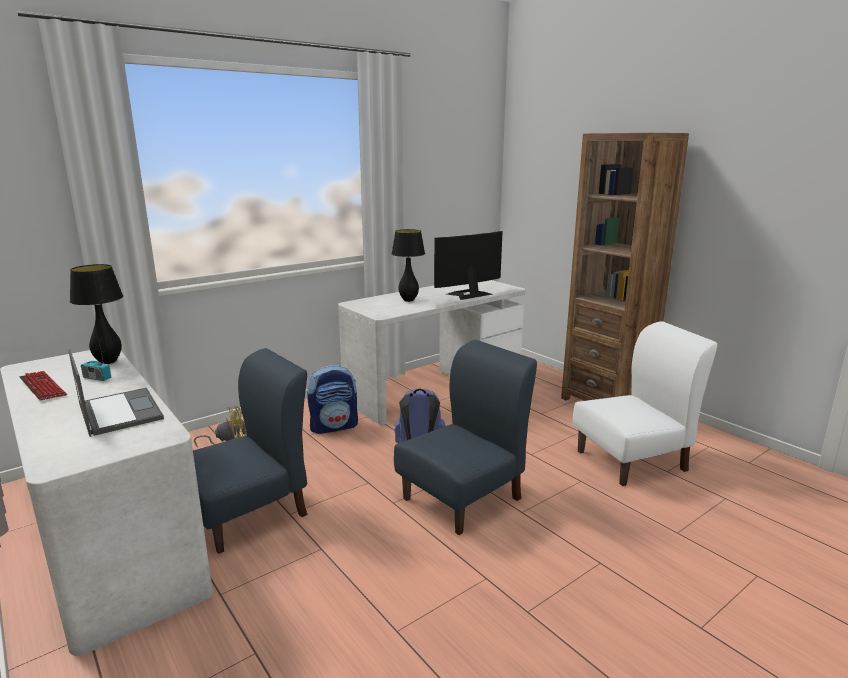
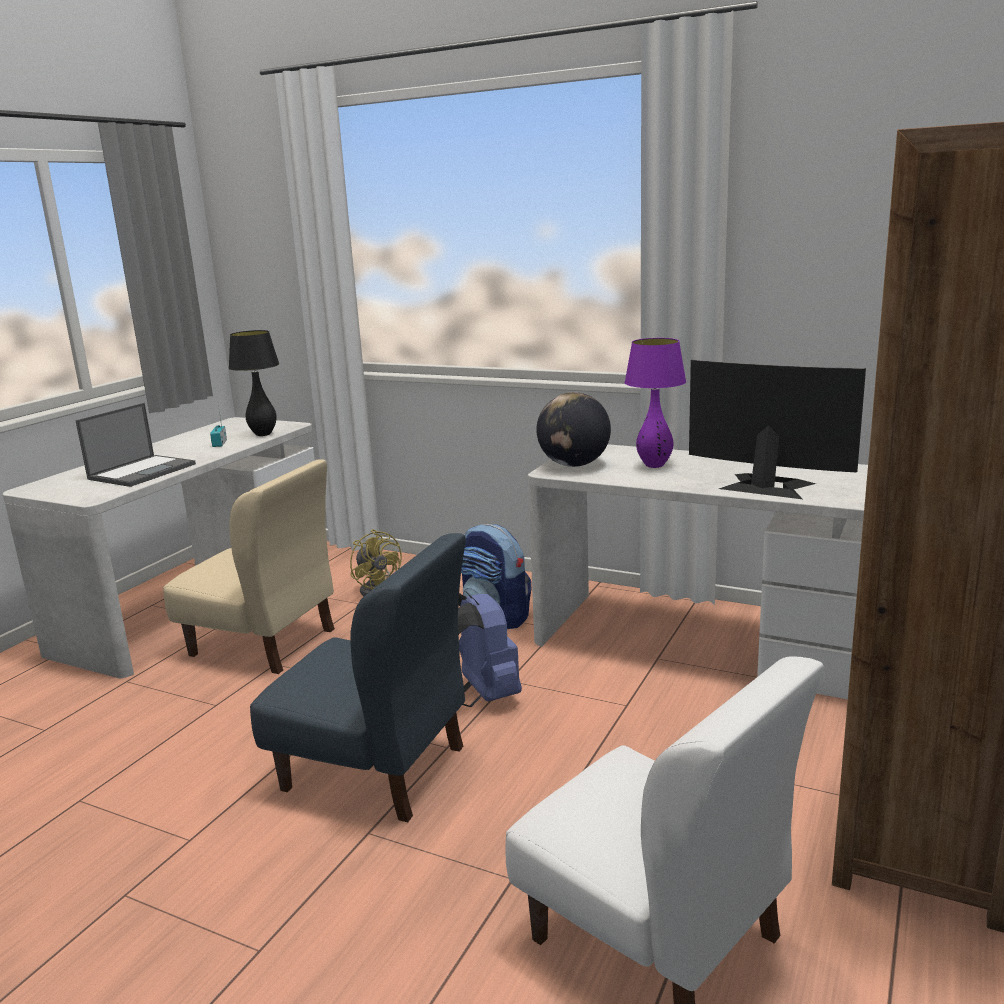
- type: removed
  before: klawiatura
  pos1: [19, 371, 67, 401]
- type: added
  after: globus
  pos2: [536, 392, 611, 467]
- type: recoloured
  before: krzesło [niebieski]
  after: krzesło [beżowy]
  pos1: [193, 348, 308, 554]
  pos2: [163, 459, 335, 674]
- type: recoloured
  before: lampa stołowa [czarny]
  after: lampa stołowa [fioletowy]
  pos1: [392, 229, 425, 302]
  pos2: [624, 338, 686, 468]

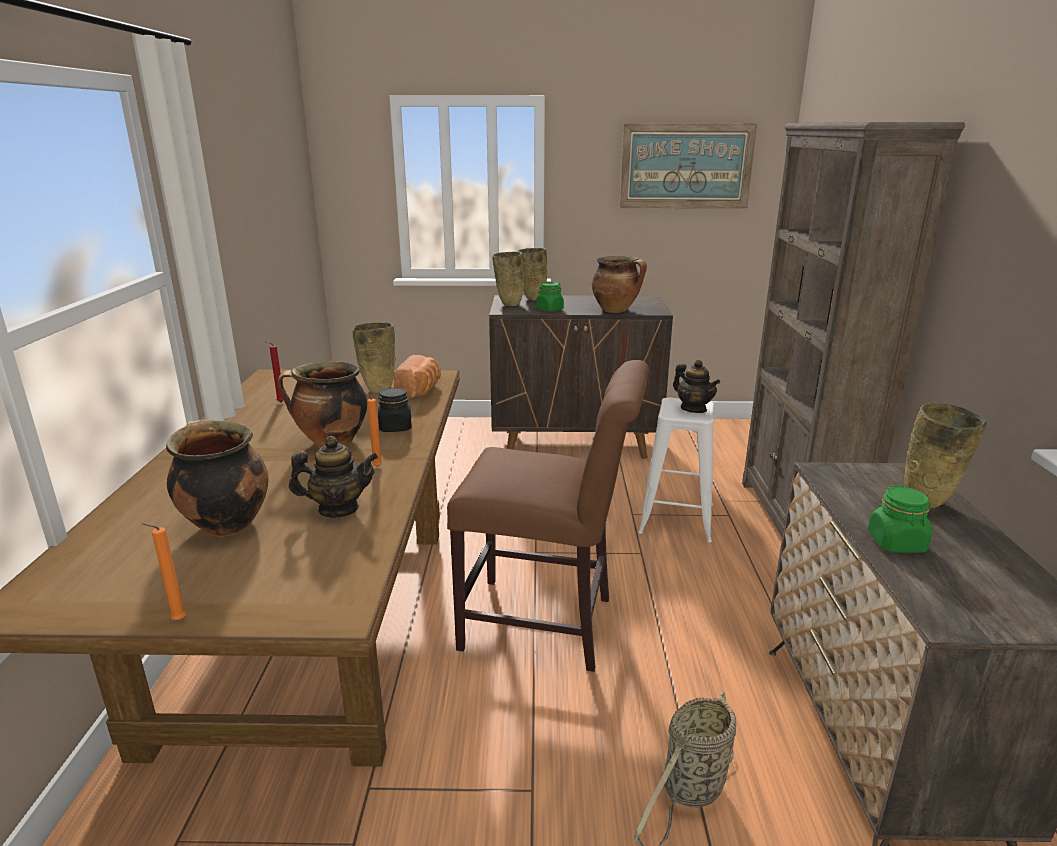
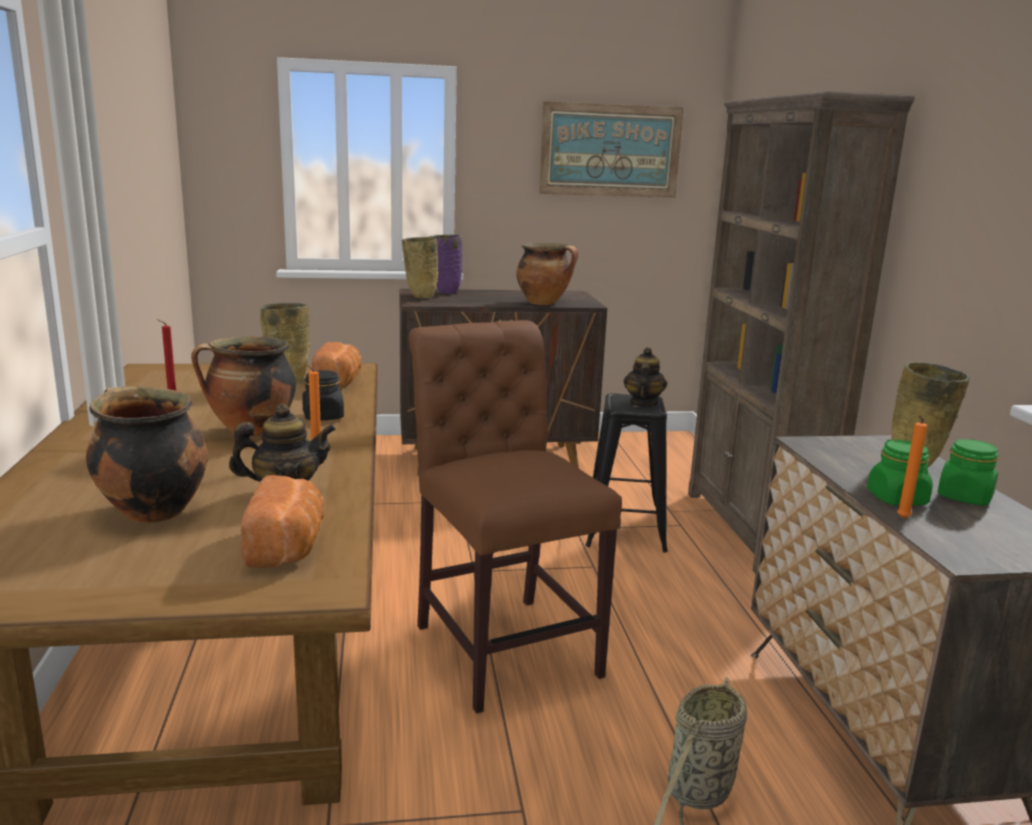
- type: added
  after: chleb
  pos2: [241, 475, 324, 568]
- type: moved
  before: świeca [pomarańczowy]
  pos1: [142, 523, 186, 620]
  pos2: [897, 416, 928, 518]
- type: moved
  before: słoik [zielony]
  pos1: [536, 282, 564, 312]
  pos2: [937, 439, 999, 506]
- type: recoloured
  before: wazon [beżowy]
  after: wazon [fioletowy]
  pos1: [517, 248, 547, 300]
  pos2: [429, 235, 462, 294]
- type: recoloured
  before: stołek [biały]
  after: stołek [czarny]
  pos1: [638, 397, 714, 543]
  pos2: [585, 393, 668, 553]
- type: turned
  before: krzesło [brązowy]
  pos1: [447, 360, 649, 672]
  pos2: [409, 320, 622, 713]
  turn: -120
- type: turned
  before: imbryk
  pos1: [673, 360, 720, 413]
  pos2: [624, 347, 667, 406]
  turn: -120

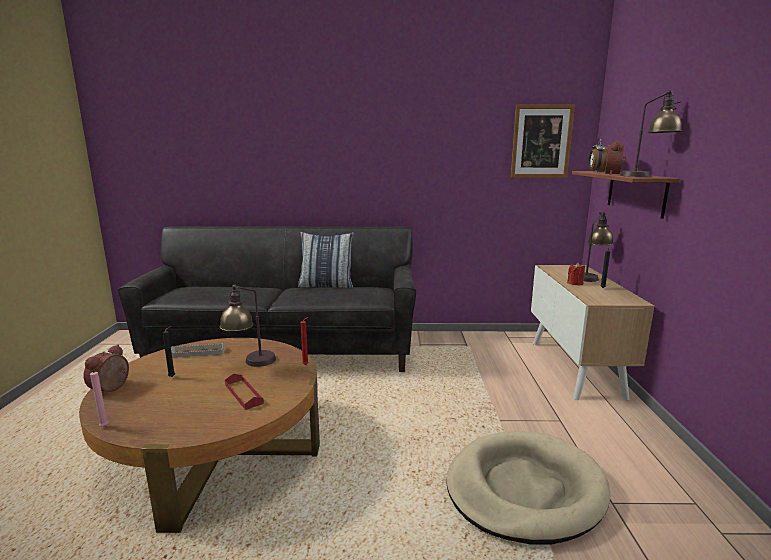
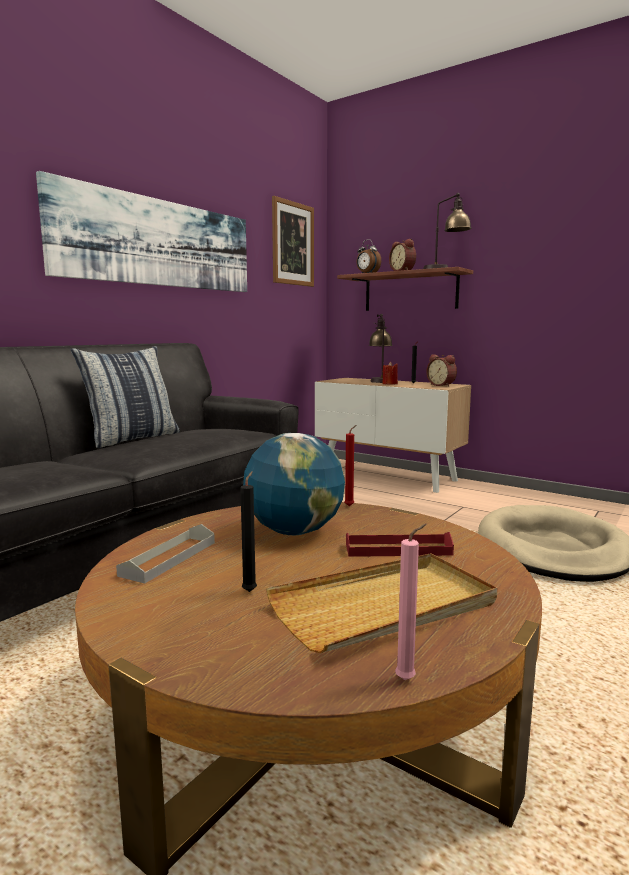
- type: added
  after: obraz
  pos2: [36, 171, 247, 292]
- type: added
  after: taca [beżowy]
  pos2: [266, 553, 497, 653]
- type: moved
  before: budzik
  pos1: [84, 345, 129, 392]
  pos2: [426, 354, 457, 387]
- type: replaced
  before: lampa stołowa
  after: globus
  pos1: [219, 285, 276, 367]
  pos2: [243, 433, 345, 535]

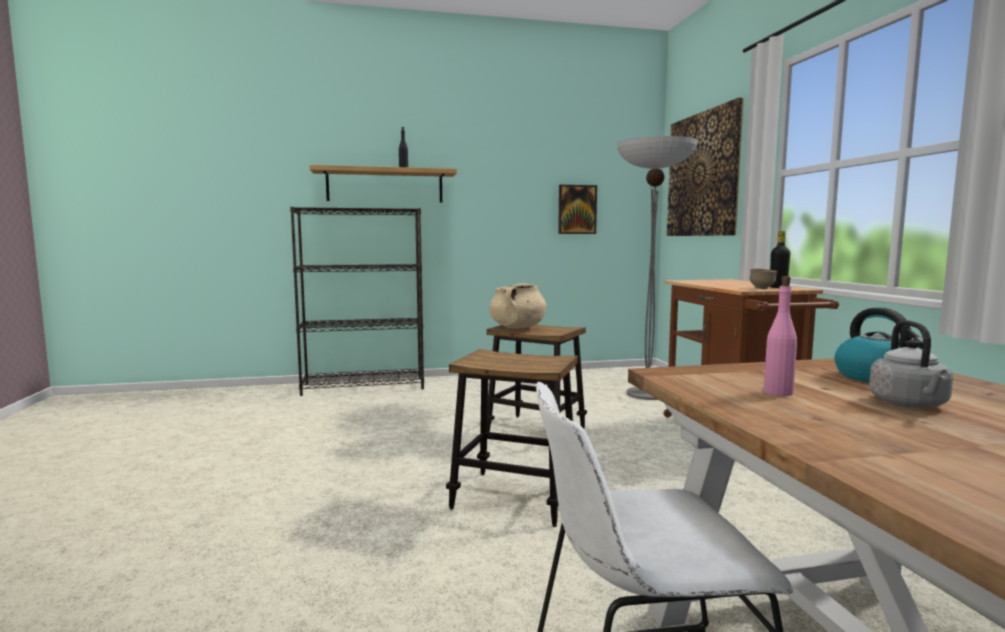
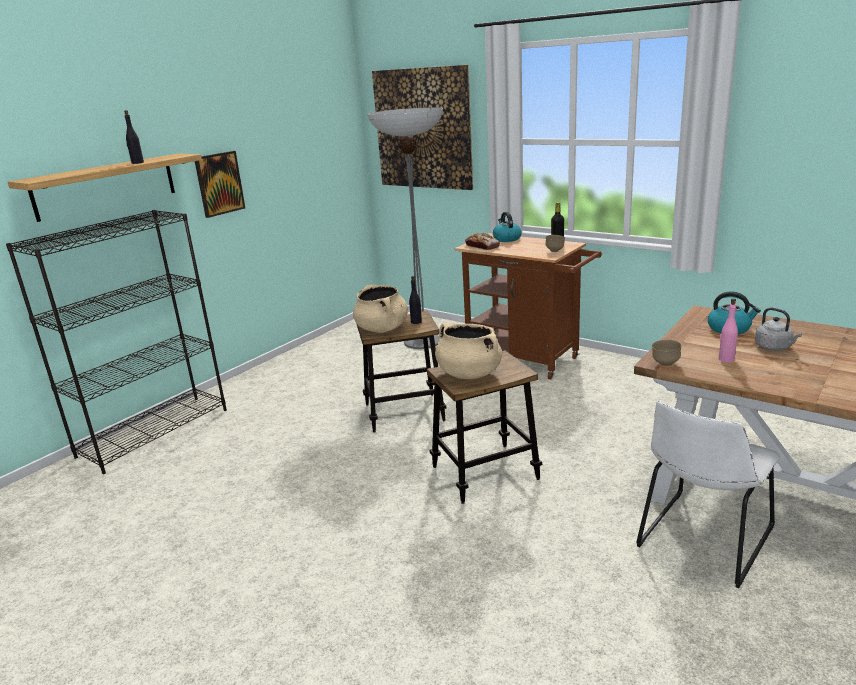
- type: added
  after: butelka [czarny]
  pos2: [409, 276, 422, 324]
- type: added
  after: garnek [beżowy]
  pos2: [435, 323, 502, 379]
- type: added
  after: chleb
  pos2: [465, 232, 500, 250]
- type: added
  after: czajnik
  pos2: [493, 212, 522, 242]
- type: added
  after: miska [brązowy]
  pos2: [652, 340, 682, 366]
- type: moved
  before: obraz
  pos1: [558, 185, 597, 234]
  pos2: [195, 151, 245, 218]

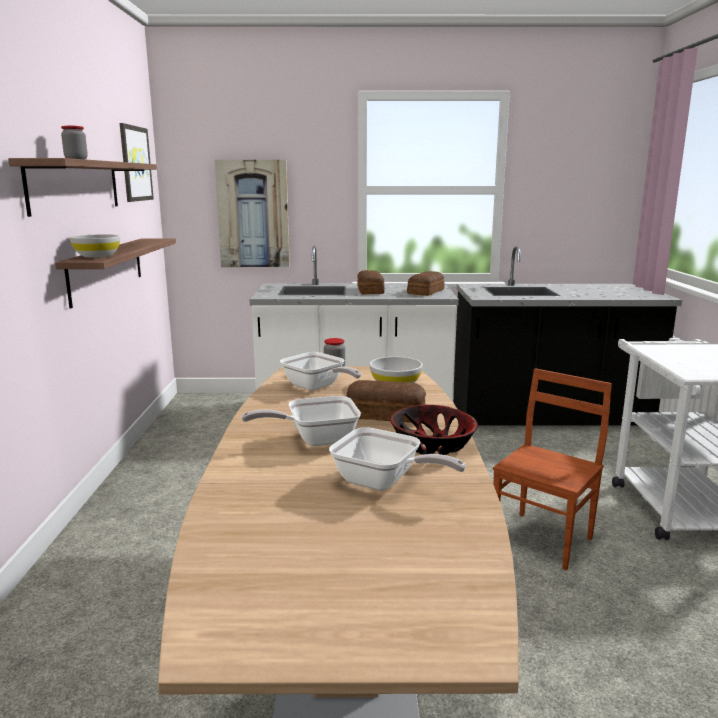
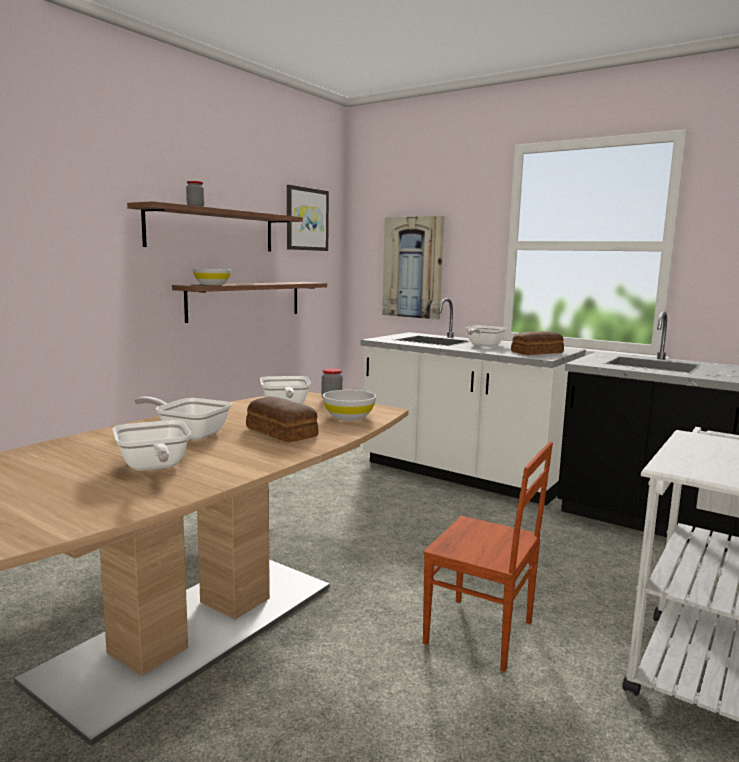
- type: removed
  before: miska
  pos1: [390, 405, 478, 455]
- type: replaced
  before: chleb
  after: patelnia
  pos1: [357, 270, 385, 294]
  pos2: [465, 325, 507, 347]
- type: turned
  before: krzesło [brązowy]
  pos1: [493, 368, 612, 571]
  pos2: [423, 442, 553, 672]
  turn: 45

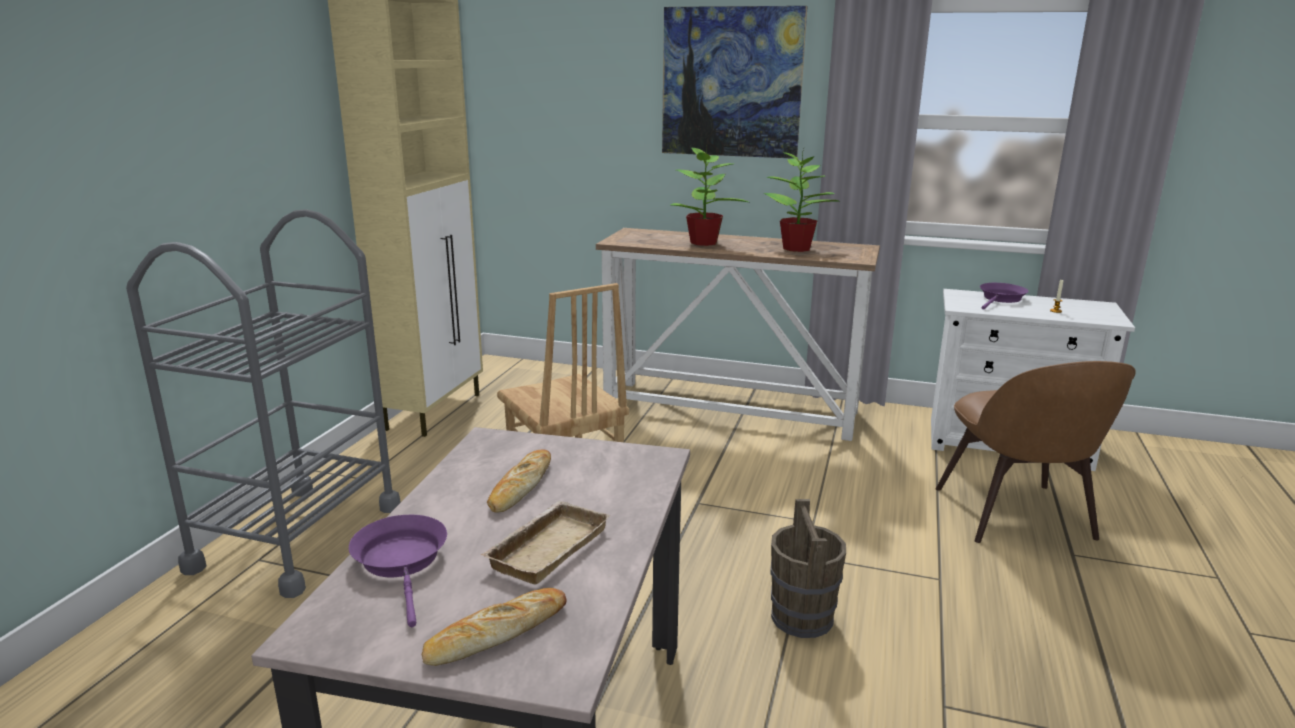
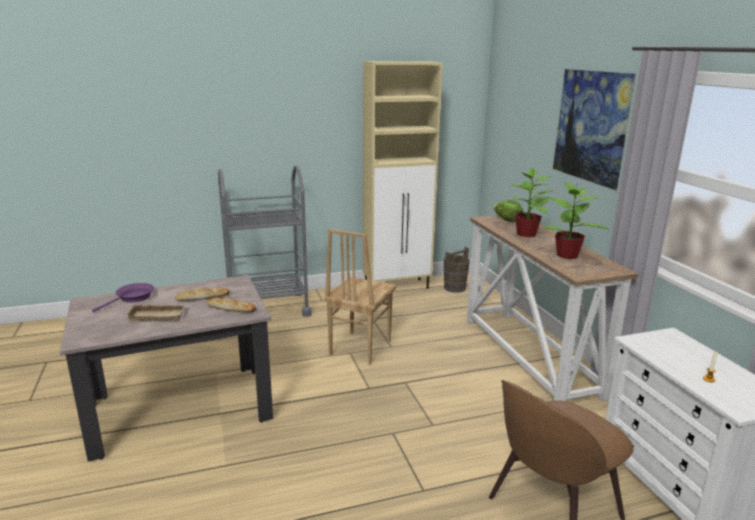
- type: removed
  before: patelnia [fioletowy]
  pos1: [980, 283, 1029, 309]
- type: added
  after: sałata
  pos2: [493, 200, 522, 222]
- type: moved
  before: chleb
  pos1: [422, 588, 566, 666]
  pos2: [207, 298, 256, 312]
- type: moved
  before: wiadro [brązowy]
  pos1: [770, 499, 846, 638]
  pos2: [443, 247, 470, 293]

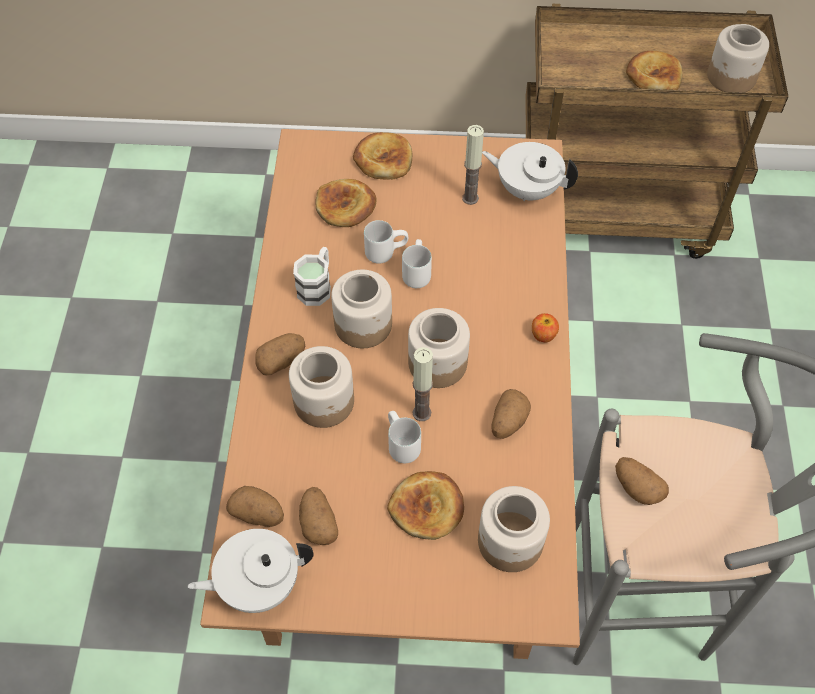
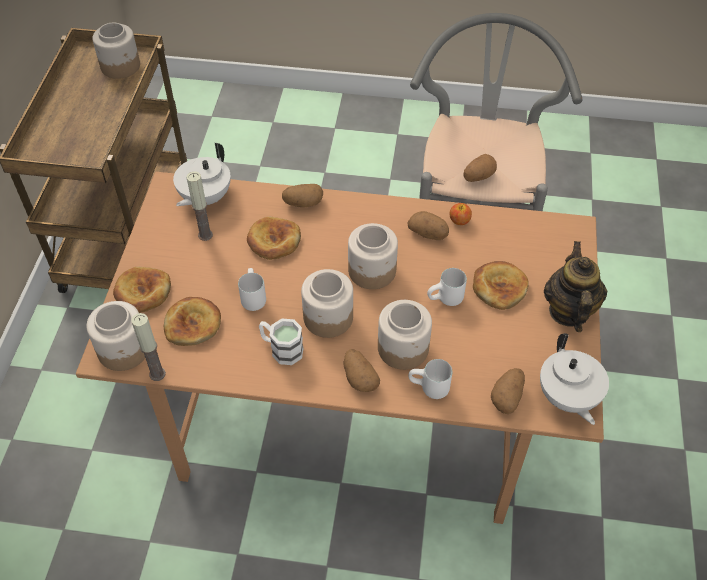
- type: added
  after: imbryk
  pos2: [544, 241, 607, 332]
- type: moved
  before: ziemniak
  pos1: [299, 487, 338, 545]
  pos2: [282, 184, 323, 208]
- type: moved
  before: kubek [biały]
  pos1: [402, 239, 432, 288]
  pos2: [408, 359, 452, 399]
- type: moved
  before: świeca
  pos1: [412, 347, 433, 421]
  pos2: [132, 313, 166, 381]
- type: moved
  before: słoik
  pos1: [478, 486, 550, 572]
  pos2: [86, 301, 145, 371]
- type: moved
  before: jabłko
  pos1: [532, 313, 559, 342]
  pos2: [450, 203, 472, 225]
- type: moved
  before: chleb
  pos1: [626, 51, 682, 90]
  pos2: [247, 217, 301, 260]

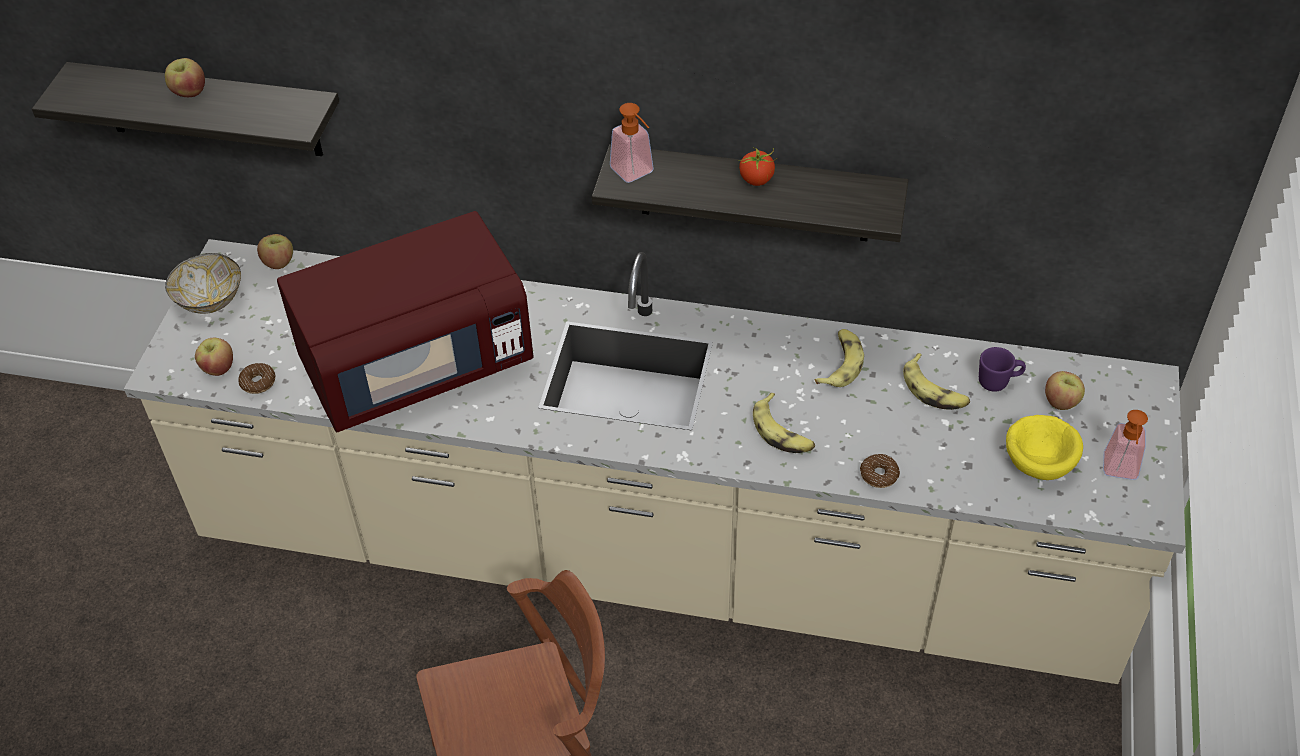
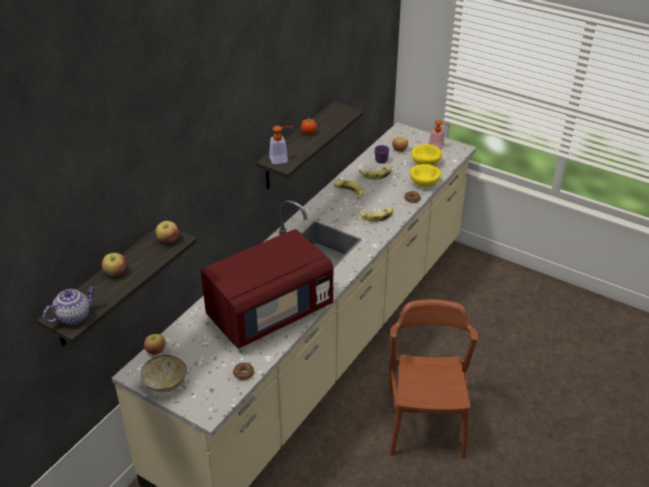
- type: added
  after: imbryk
  pos2: [43, 285, 96, 325]
- type: added
  after: miska [żółty]
  pos2: [410, 164, 441, 187]
- type: moved
  before: jabłko
  pos1: [195, 338, 233, 376]
  pos2: [155, 221, 179, 243]
- type: turned
  before: mikrofalówka [czerwony]
  pos1: [277, 211, 534, 432]
  pos2: [201, 229, 333, 348]
  turn: 60

